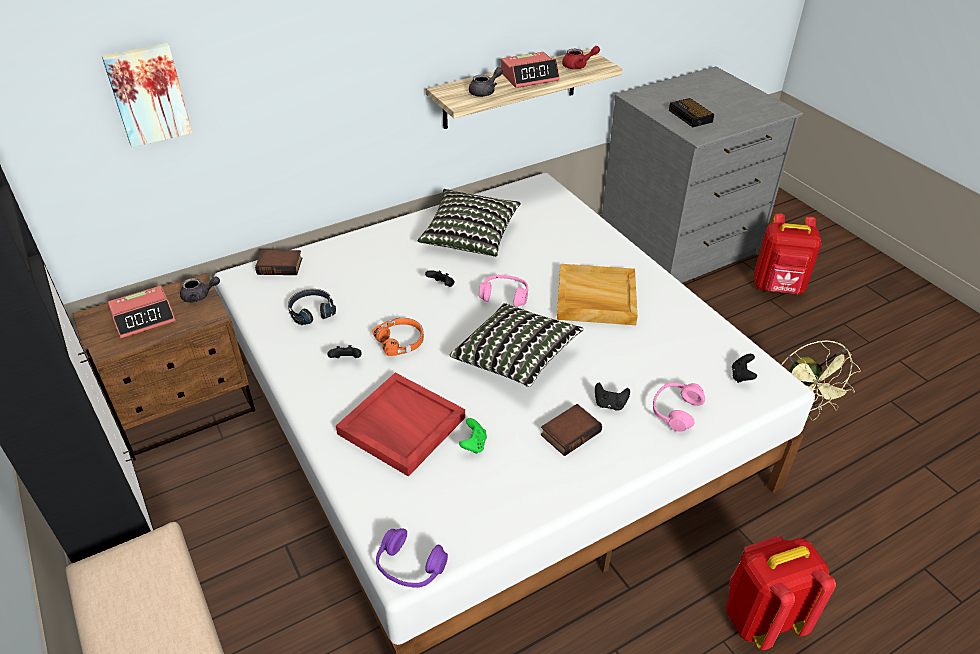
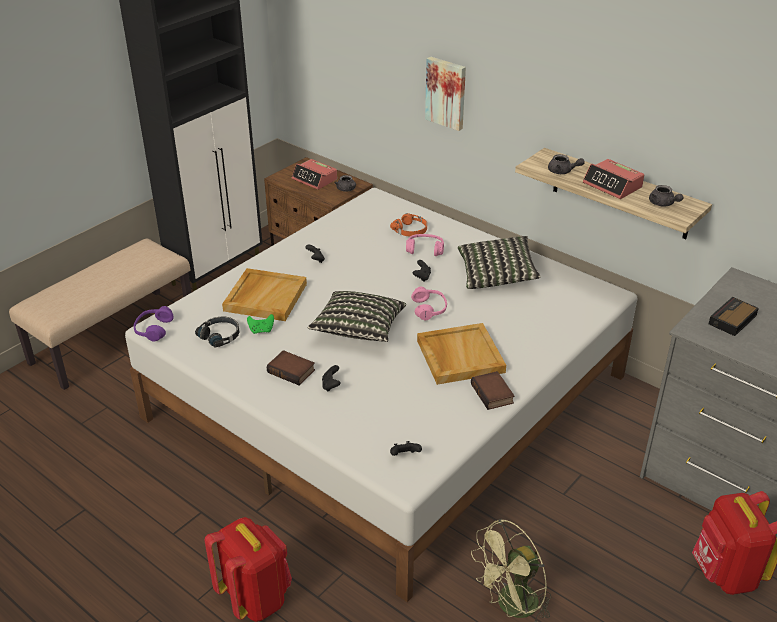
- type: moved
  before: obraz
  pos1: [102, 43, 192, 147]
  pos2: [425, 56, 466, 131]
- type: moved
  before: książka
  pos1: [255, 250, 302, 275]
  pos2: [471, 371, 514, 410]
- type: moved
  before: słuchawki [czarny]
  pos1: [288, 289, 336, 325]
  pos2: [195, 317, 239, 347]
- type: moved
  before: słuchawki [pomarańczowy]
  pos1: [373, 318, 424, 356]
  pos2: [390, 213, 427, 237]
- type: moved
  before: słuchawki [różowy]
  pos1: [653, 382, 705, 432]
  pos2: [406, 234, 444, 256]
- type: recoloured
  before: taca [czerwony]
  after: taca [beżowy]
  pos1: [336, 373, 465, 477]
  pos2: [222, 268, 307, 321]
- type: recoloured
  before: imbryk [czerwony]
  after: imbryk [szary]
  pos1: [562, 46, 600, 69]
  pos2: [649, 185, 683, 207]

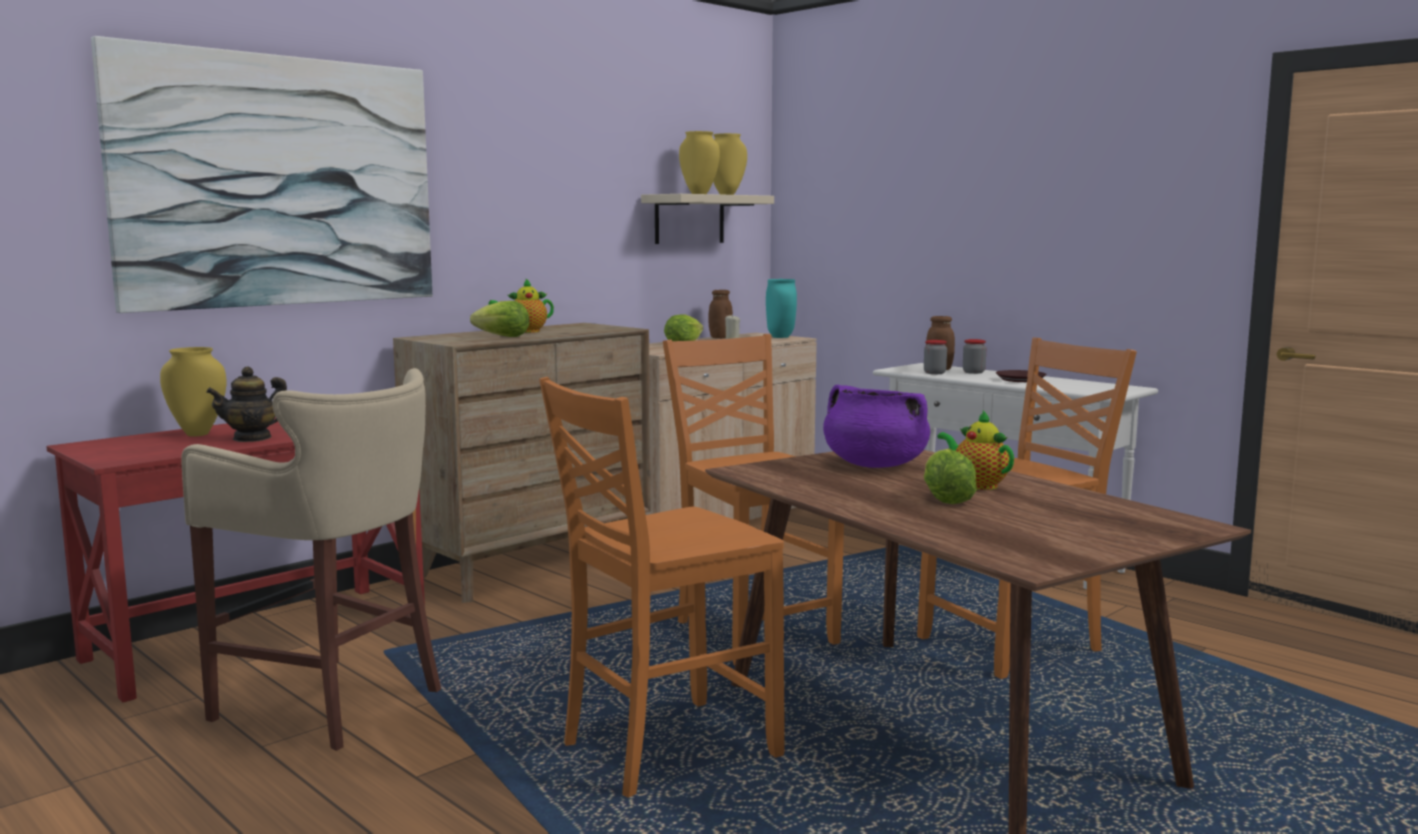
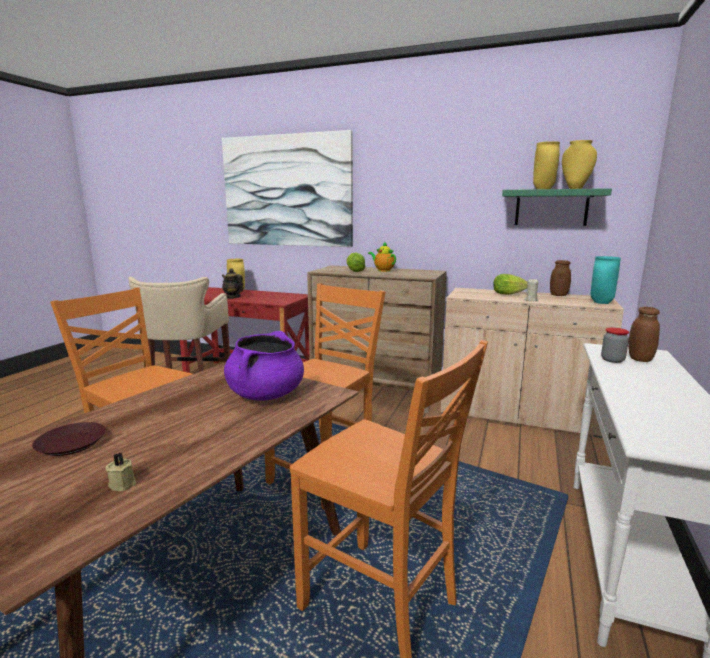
- type: removed
  before: sałata
  pos1: [924, 449, 977, 504]
- type: removed
  before: imbryk
  pos1: [937, 410, 1014, 490]
- type: removed
  before: słoik
  pos1: [963, 339, 986, 374]
- type: added
  after: świeca [beżowy]
  pos2: [105, 453, 136, 491]
- type: moved
  before: talerz [brązowy]
  pos1: [996, 370, 1047, 382]
  pos2: [32, 422, 106, 456]
- type: recoloured
  before: półka [beżowy]
  after: półka [zielony]
  pos1: [641, 194, 774, 244]
  pos2: [502, 188, 612, 226]

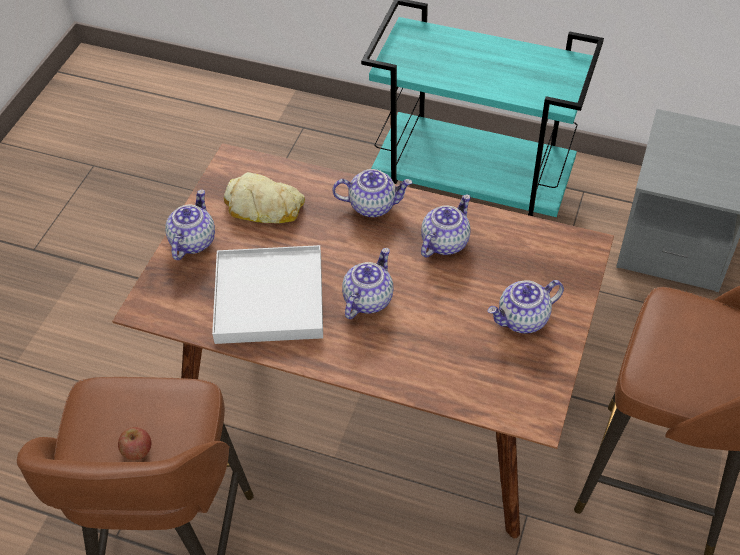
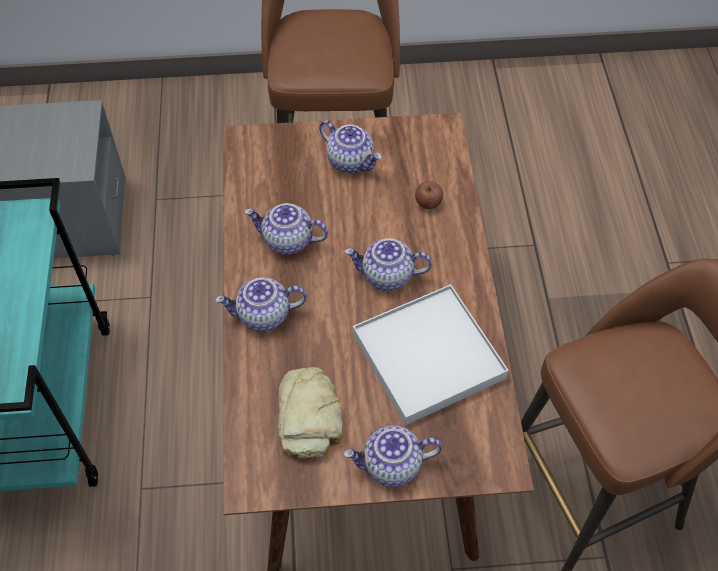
- type: moved
  before: jabłko
  pos1: [118, 427, 151, 460]
  pos2: [415, 181, 443, 209]
- type: turned
  before: imbryk
  pos1: [332, 169, 412, 217]
  pos2: [215, 277, 307, 332]
  turn: -75

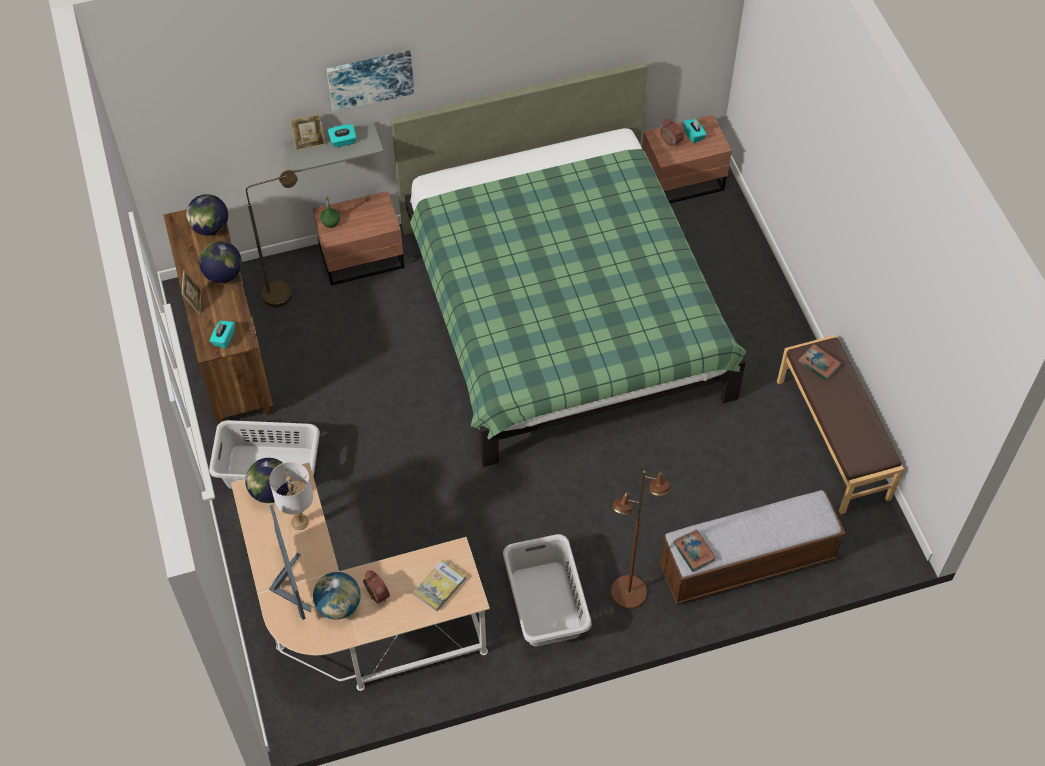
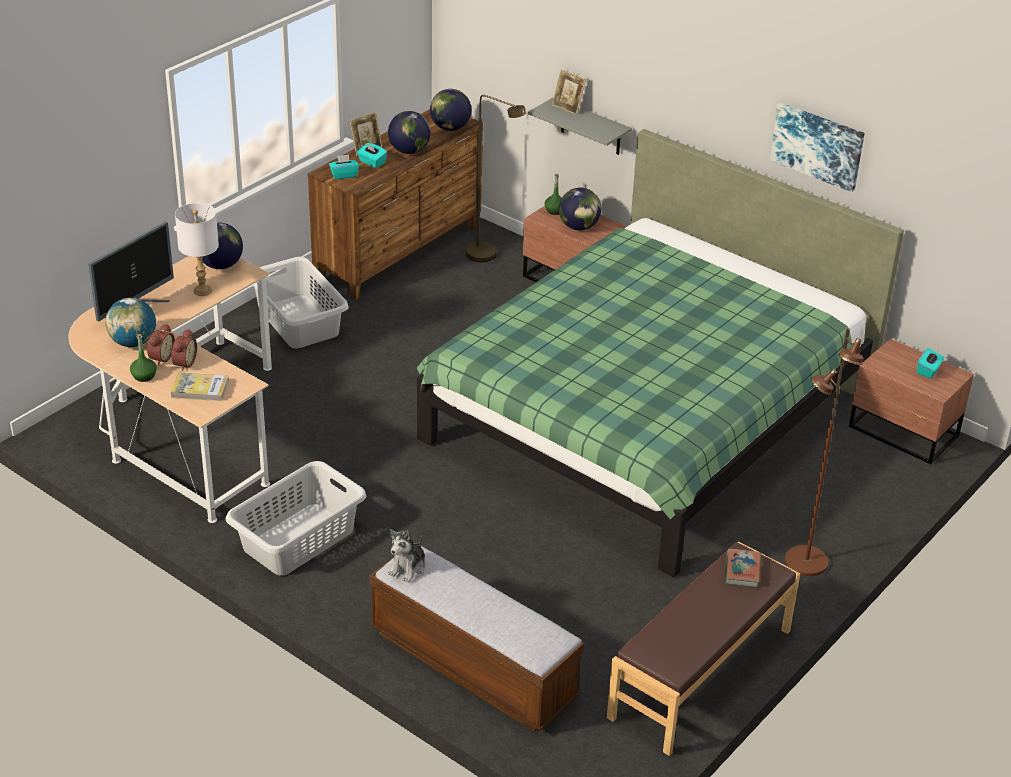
- type: added
  after: butelka [zielony]
  pos2: [130, 334, 157, 382]
- type: added
  after: globus
  pos2: [559, 188, 601, 231]
- type: moved
  before: obraz
  pos1: [326, 50, 414, 112]
  pos2: [770, 102, 865, 192]
- type: moved
  before: pudełko chusteczek [turkusowy]
  pos1: [328, 124, 356, 148]
  pos2: [357, 143, 387, 168]
- type: moved
  before: lampa stojąca [brązowy]
  pos1: [611, 470, 671, 609]
  pos2: [785, 328, 864, 576]
- type: moved
  before: budzik
  pos1: [660, 118, 684, 147]
  pos2: [171, 329, 197, 371]
- type: replaced
  before: książka
  after: pluszak
  pos1: [673, 529, 716, 572]
  pos2: [388, 529, 426, 583]

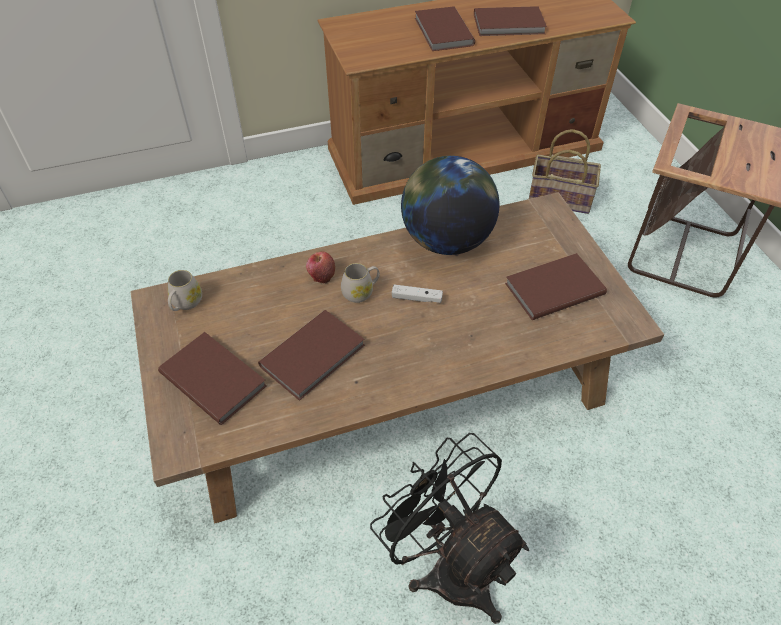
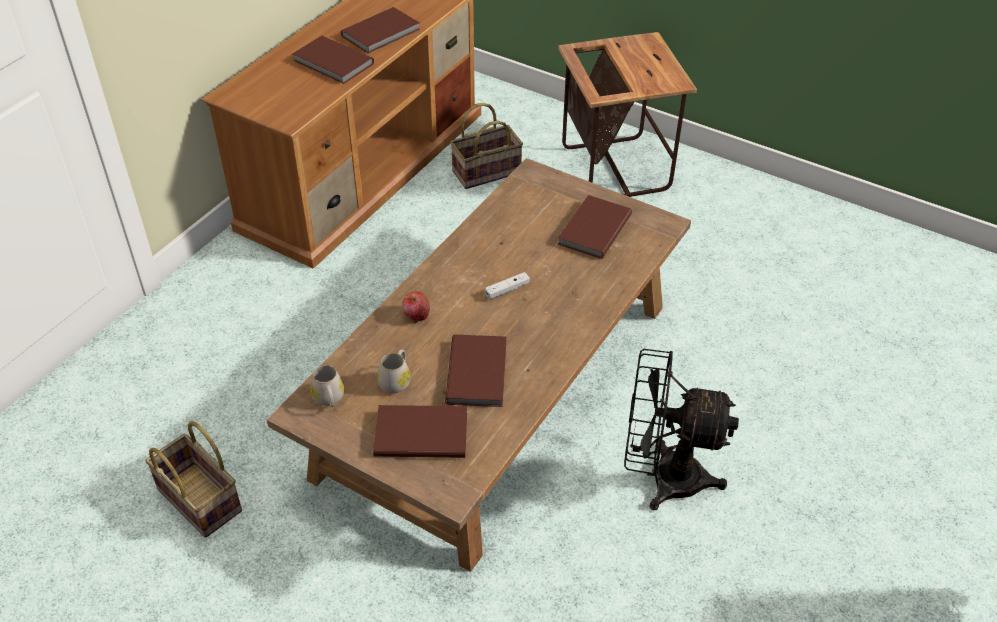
- type: removed
  before: globus
  pos1: [401, 156, 500, 255]
- type: added
  after: koszyk
  pos2: [145, 421, 242, 538]
- type: moved
  before: kubek [biały]
  pos1: [341, 263, 380, 303]
  pos2: [377, 350, 410, 393]

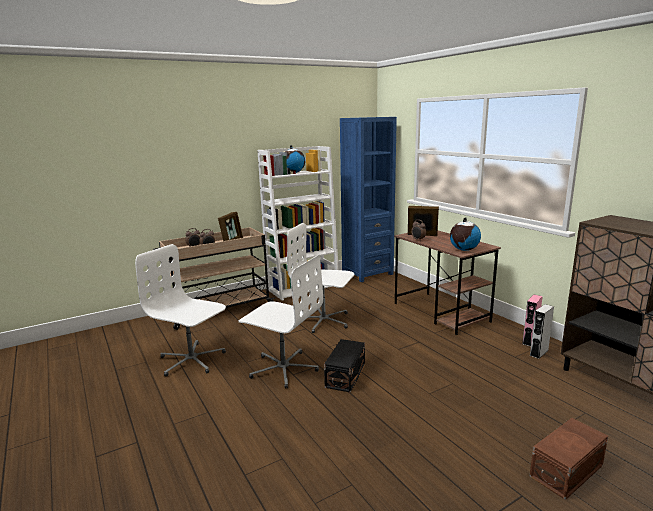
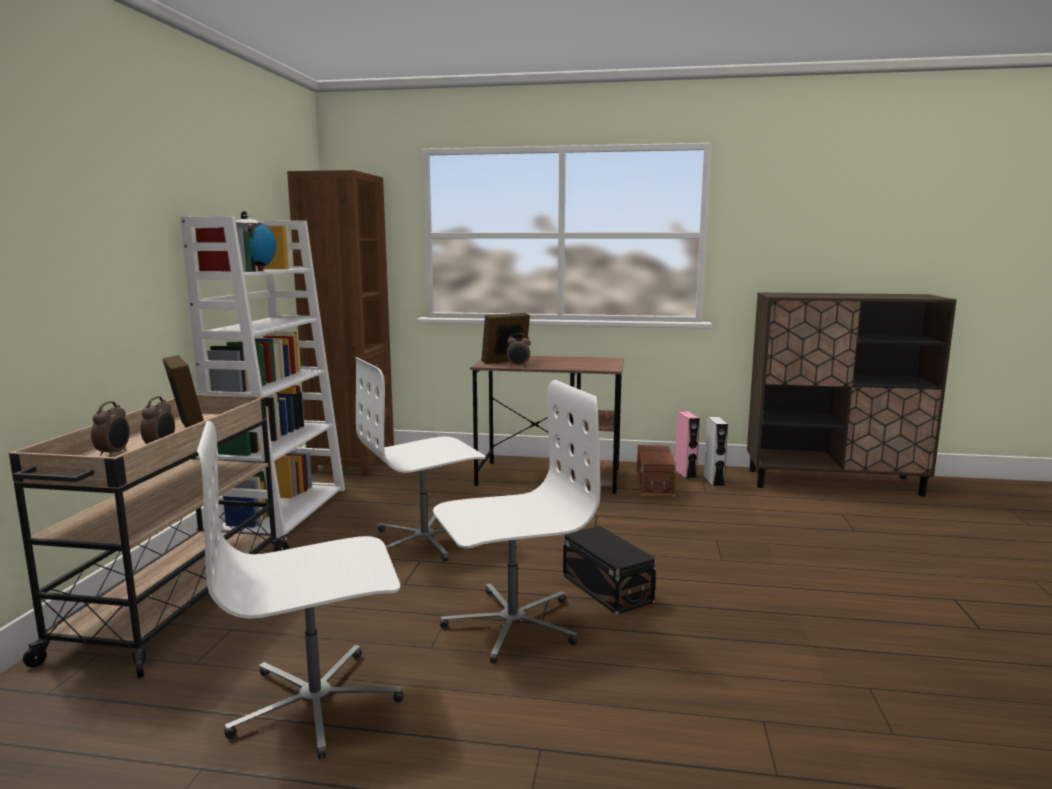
- type: removed
  before: globus
  pos1: [450, 217, 481, 251]
- type: moved
  before: pojemnik do przechowywania [brązowy]
  pos1: [530, 418, 608, 500]
  pos2: [636, 445, 676, 497]
- type: recoloured
  before: regał [niebieski]
  after: regał [brązowy]
  pos1: [340, 117, 397, 282]
  pos2: [287, 170, 394, 476]

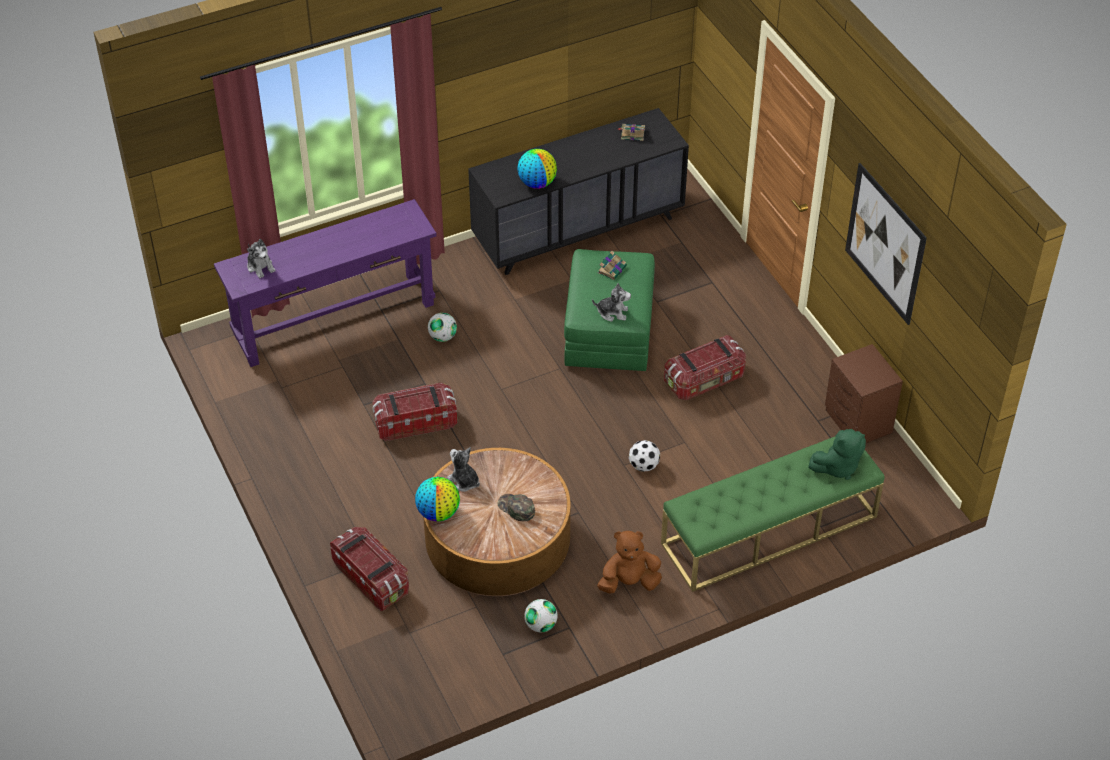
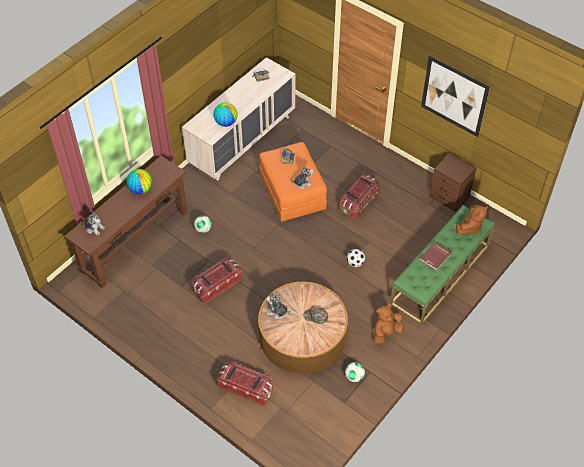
- type: added
  after: książka [czerwony]
  pos2: [419, 241, 452, 271]
- type: moved
  before: globus
  pos1: [415, 477, 460, 521]
  pos2: [126, 169, 152, 194]
- type: recoloured
  before: stolik konsolowy [fioletowy]
  after: stolik konsolowy [brązowy]
  pos1: [214, 199, 437, 367]
  pos2: [64, 156, 188, 288]
- type: recoloured
  before: komoda [czarny]
  after: komoda [beżowy]
  pos1: [468, 108, 689, 275]
  pos2: [182, 57, 295, 181]
- type: recoloured
  before: pufa [zielony]
  after: pufa [pomarańczowy]
  pos1: [564, 249, 655, 371]
  pos2: [259, 142, 327, 222]
- type: recoloured
  before: pluszak [zielony]
  after: pluszak [brązowy]
  pos1: [808, 429, 866, 480]
  pos2: [456, 205, 488, 235]

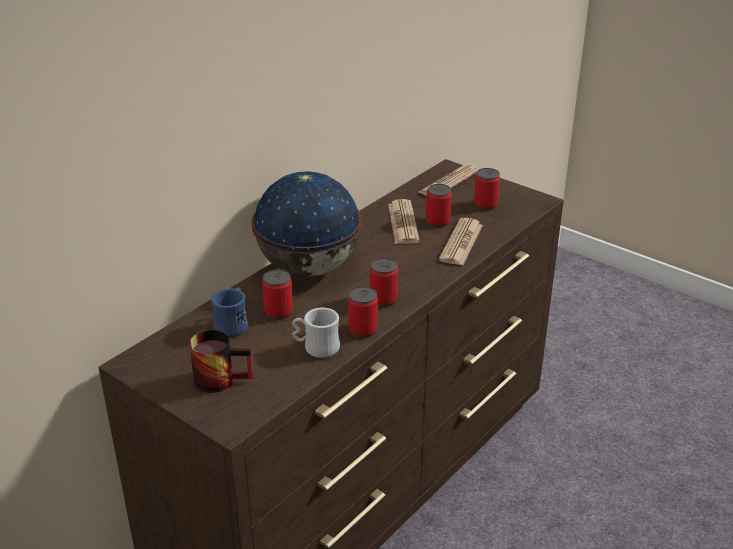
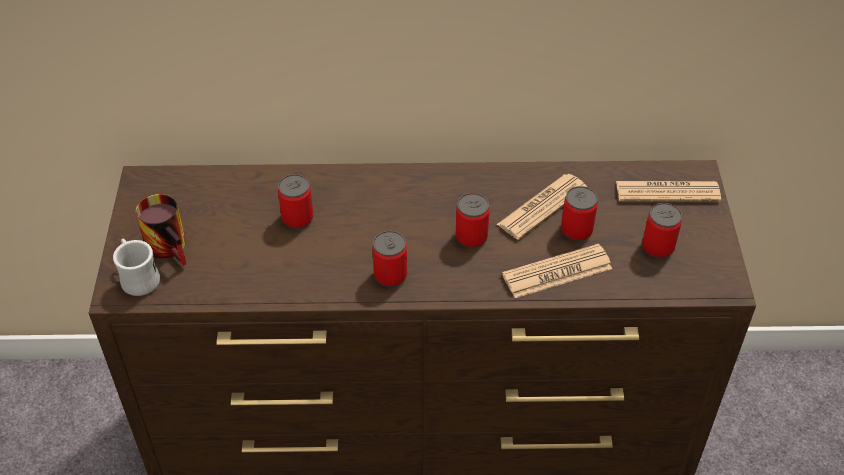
- type: removed
  before: kubek [niebieski]
  pos1: [211, 287, 248, 337]
- type: removed
  before: globus
  pos1: [252, 171, 362, 277]
- type: moved
  before: kubek [biały]
  pos1: [292, 308, 340, 358]
  pos2: [113, 238, 160, 296]
- type: moved
  before: puszka
  pos1: [348, 286, 378, 338]
  pos2: [456, 193, 490, 248]

